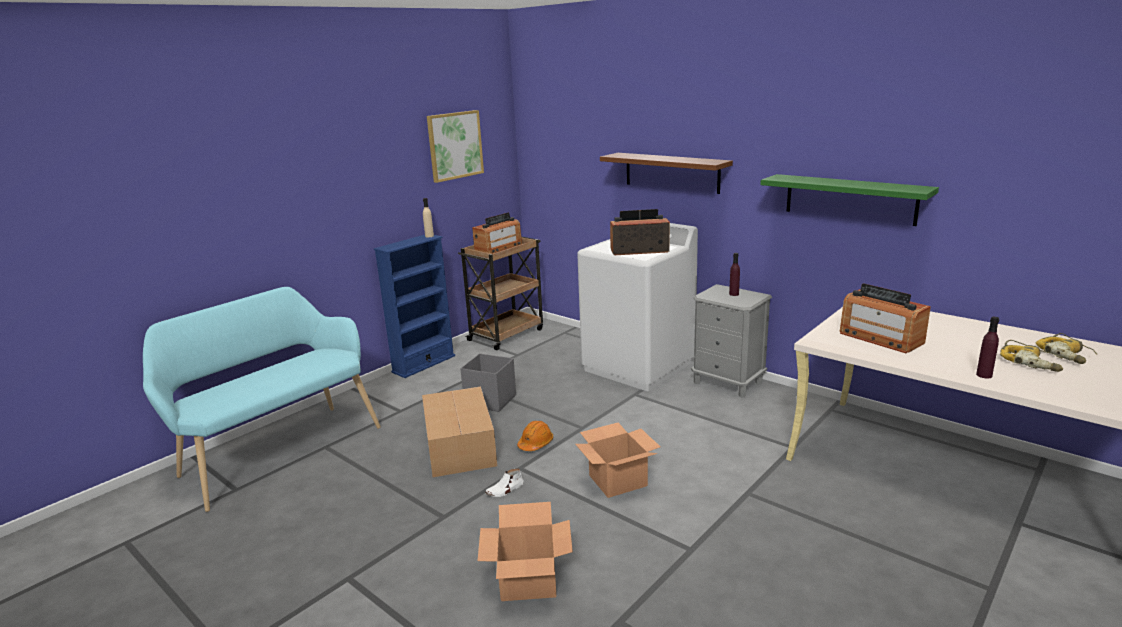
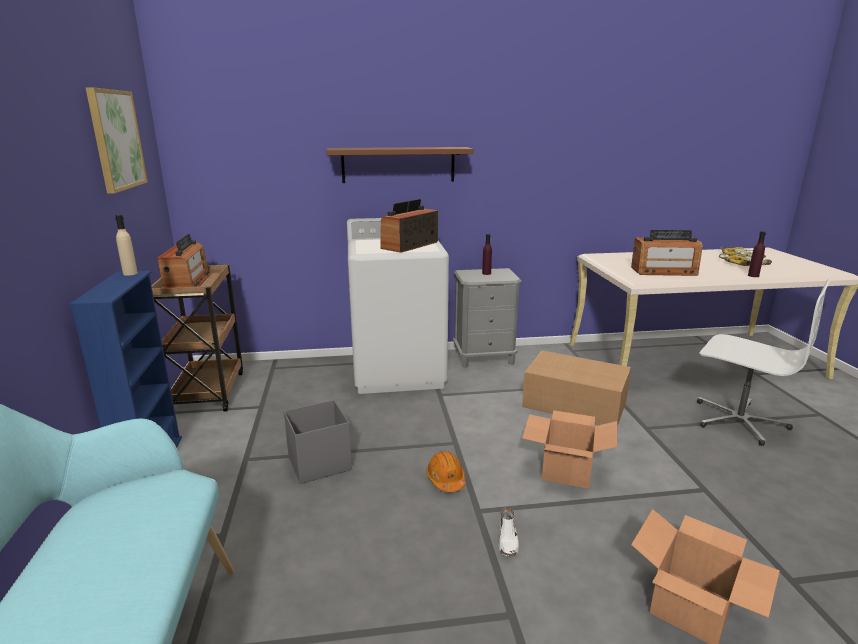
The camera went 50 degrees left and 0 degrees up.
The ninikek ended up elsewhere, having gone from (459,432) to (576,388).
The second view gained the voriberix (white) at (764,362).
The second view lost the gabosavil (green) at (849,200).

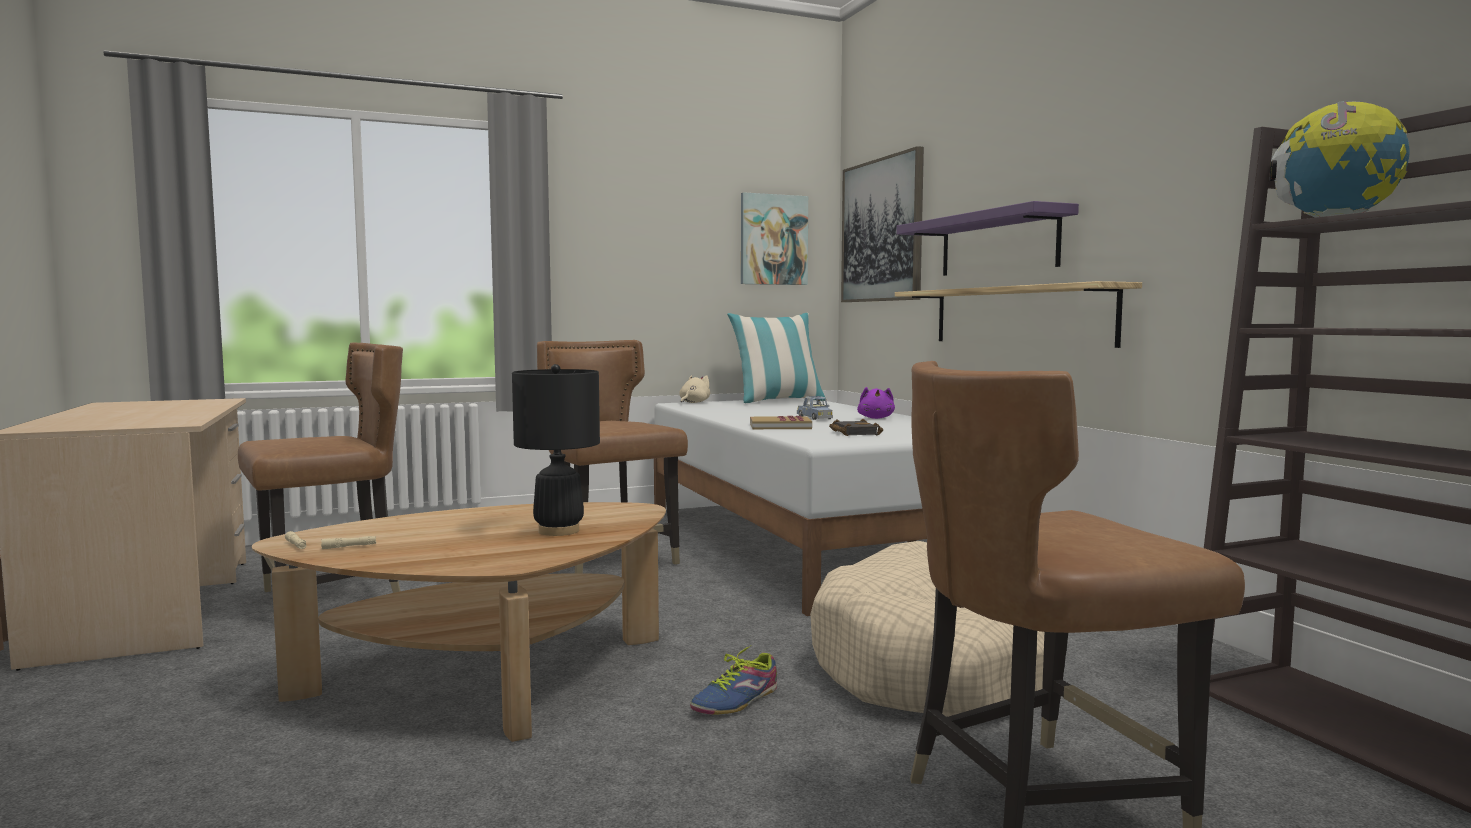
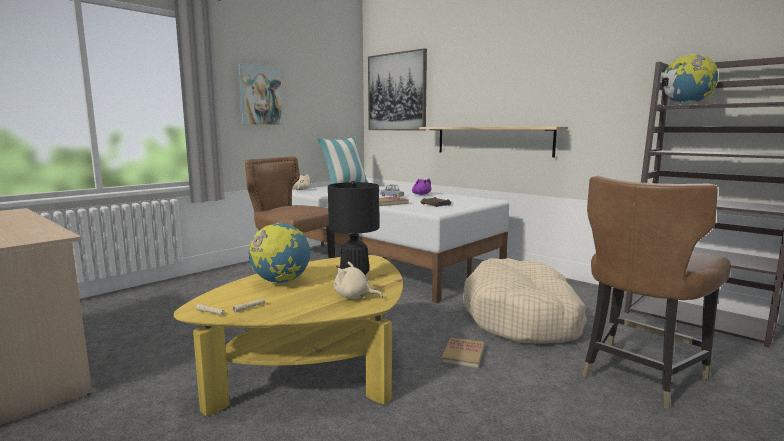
The camera went 25 degrees left and 5 degrees up.
What was the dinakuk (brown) at (459,622) turned into the dinakuk (yellow) at (288,335).
The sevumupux ended up elsewhere, having gone from (774,238) to (260,94).
The second view gained the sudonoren at (279,253).
The second view gained the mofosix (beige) at (358,280).
Where the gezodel stood at (733,680), the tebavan came to stand at (462,353).
The second view lost the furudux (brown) at (320,467).
The second view lost the gabosavil (purple) at (987,238).

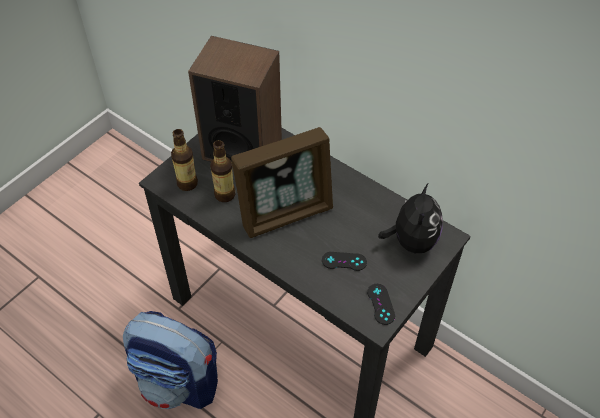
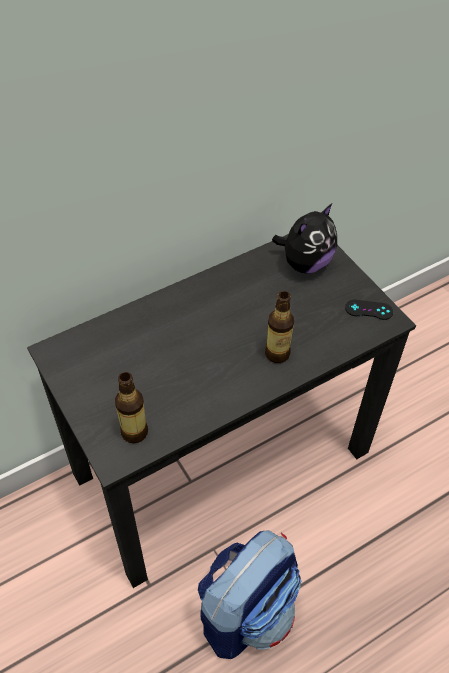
The camera went 70 degrees left and 0 degrees up.
The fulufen ended up elsewhere, having gone from (222,171) to (279,327).
The mofosix at (410,218) ended up facing another way, 105 degrees clockwise from before.
The second view lost the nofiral at (235,102).
The second view lost the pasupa at (282,182).
The second view lost the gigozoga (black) at (344,261).

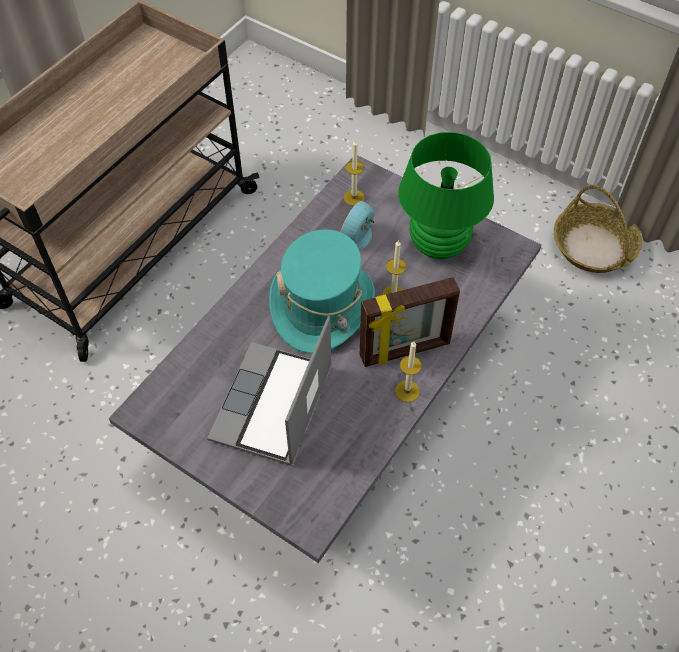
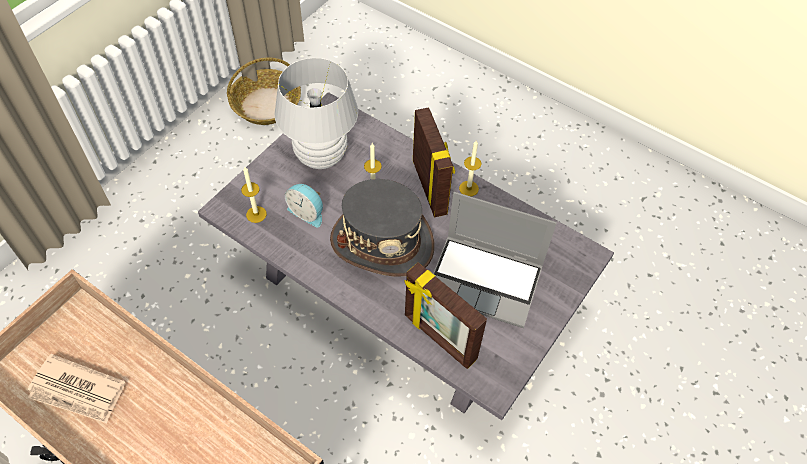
The camera went 90 degrees left and 0 degrees up.
The second view gained the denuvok at (76,388).
What was the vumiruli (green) at (446,195) turned into the vumiruli (white) at (316,113).
What was the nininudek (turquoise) at (322,292) turned into the nininudek (grey) at (382,228).
The second view gained the pasupa at (446,315).

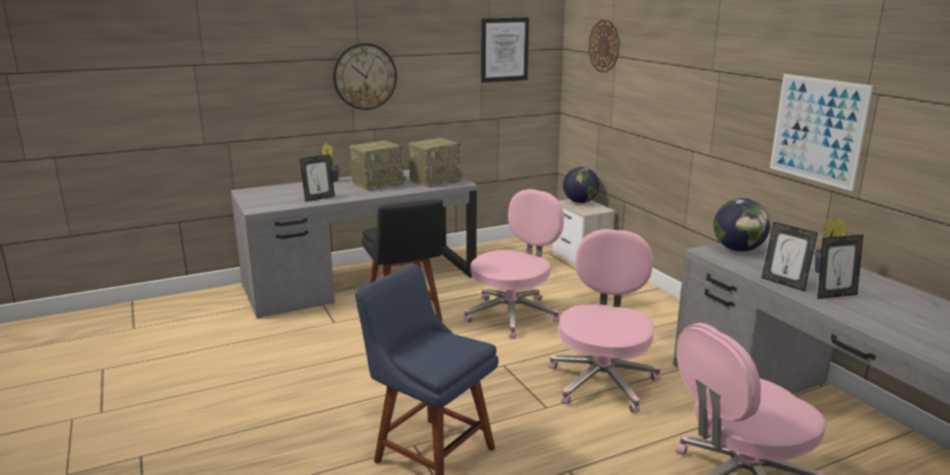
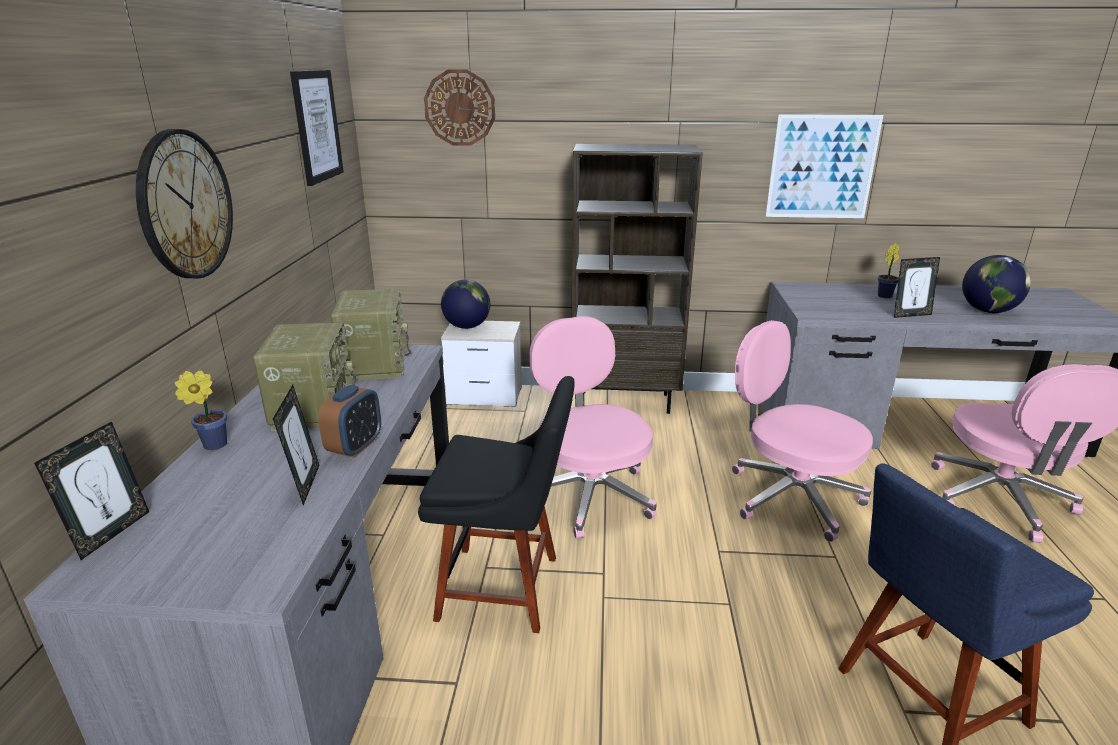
The camera went 60 degrees left and 5 degrees up.
The pasupa ended up elsewhere, having gone from (840,267) to (91,490).
The second view gained the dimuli at (349,421).
The second view gained the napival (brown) at (637,279).
The sudonoren ended up elsewhere, having gone from (742,225) to (996,284).

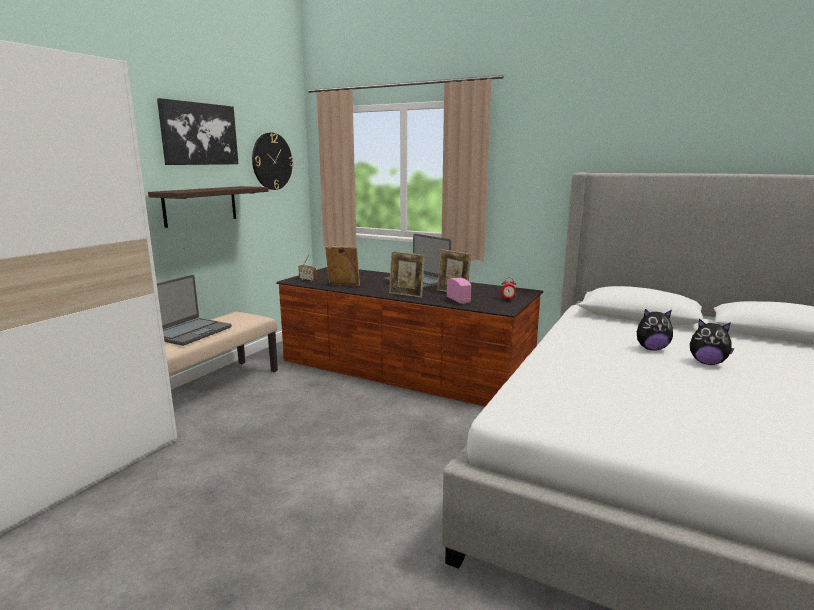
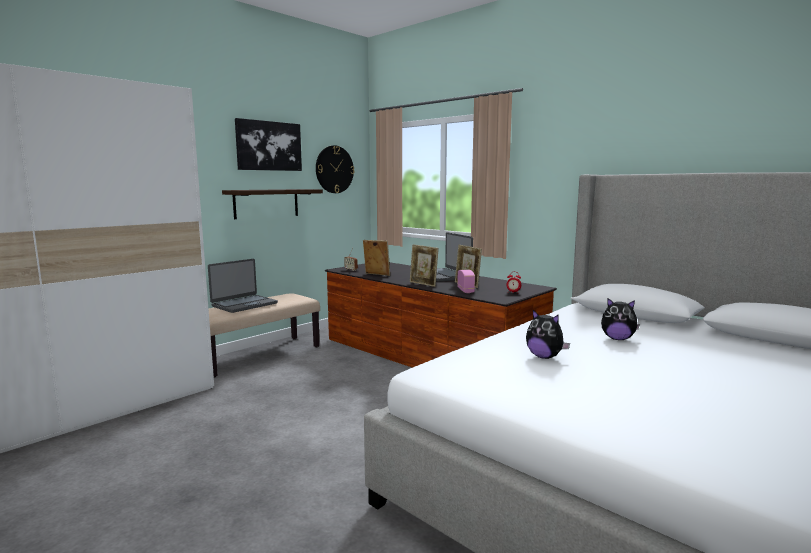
The camera went 15 degrees right and 5 degrees down.
The mofosix ended up elsewhere, having gone from (712,342) to (548,334).

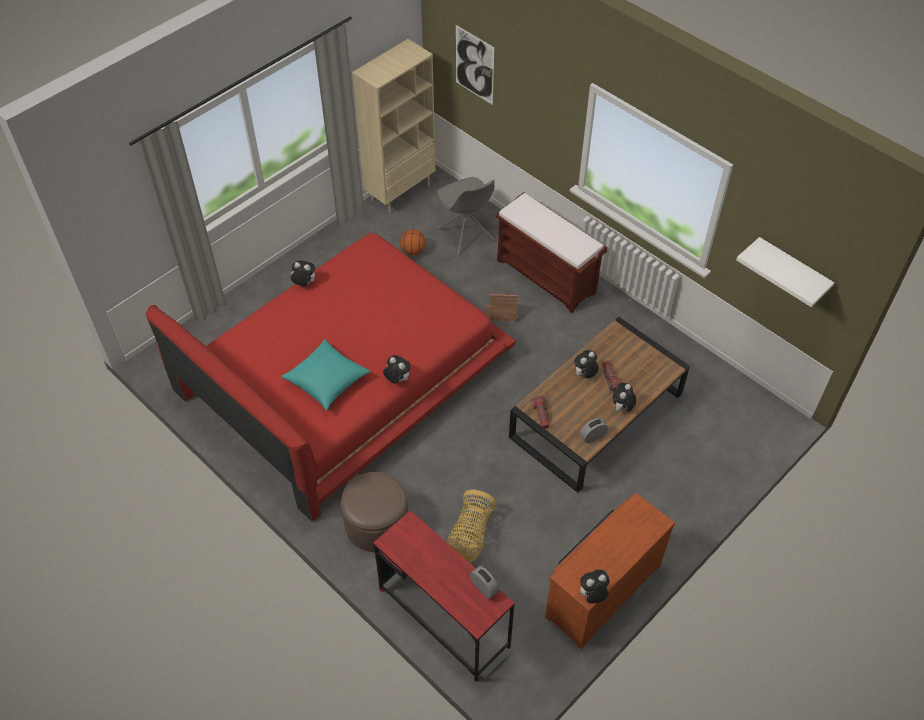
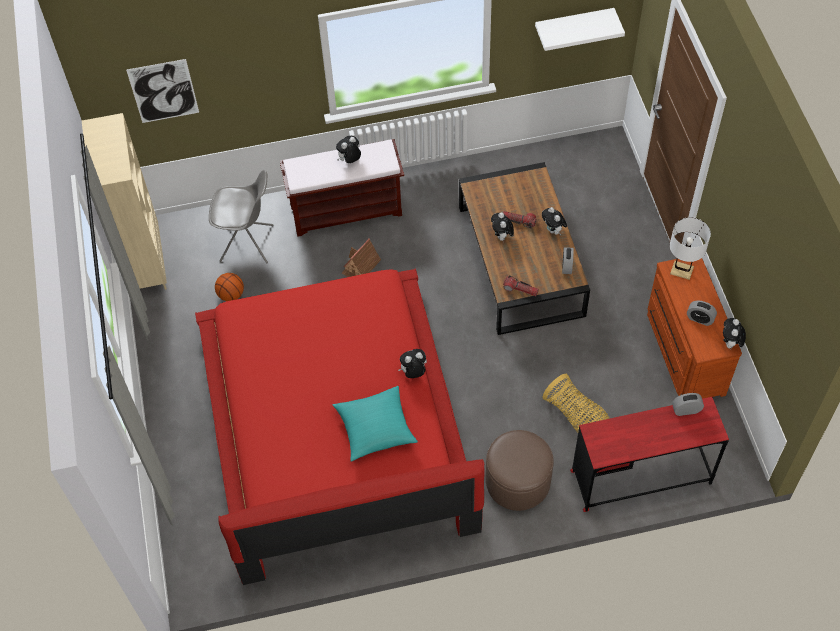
The camera went 55 degrees left and 5 degrees up.
The mofosix ended up elsewhere, having gone from (302,273) to (348,149).
The second view gained the vumiruli (white) at (690,248).
The second view gained the dimuli at (702,313).

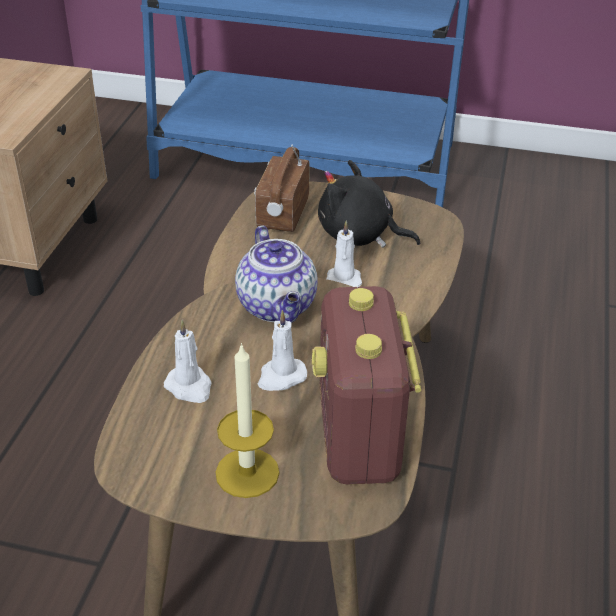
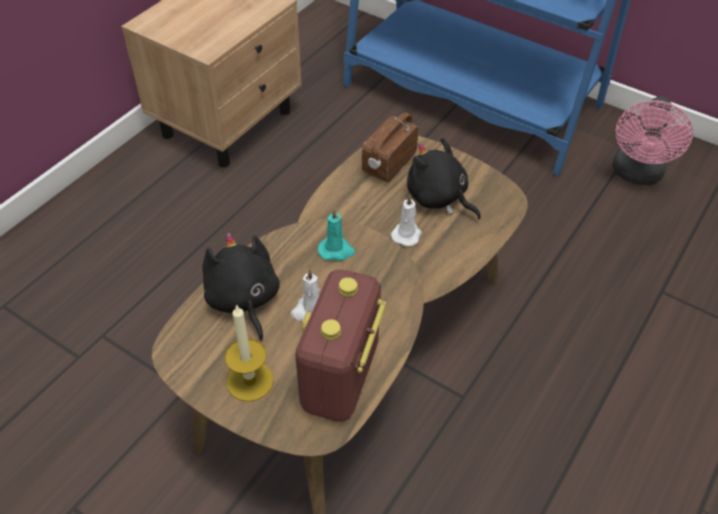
The camera went 20 degrees right and 10 degrees up.
Where the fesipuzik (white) stood at (188,361), the mofosix (black) came to stand at (241,287).
Where the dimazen stood at (276,274), the fesipuzik (turquoise) came to stand at (337,234).
The second view gained the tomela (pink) at (653,141).

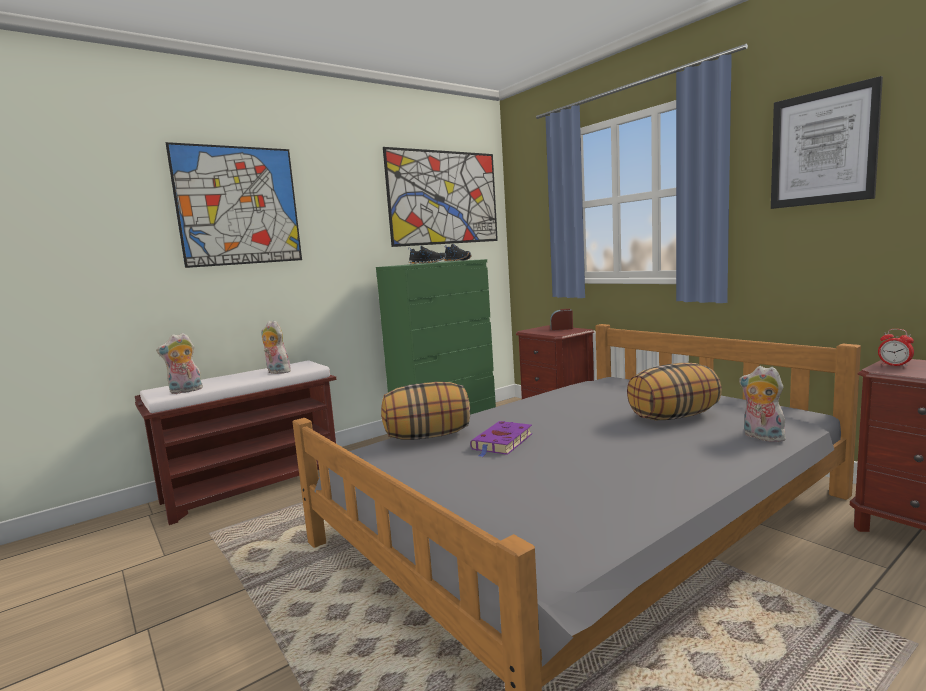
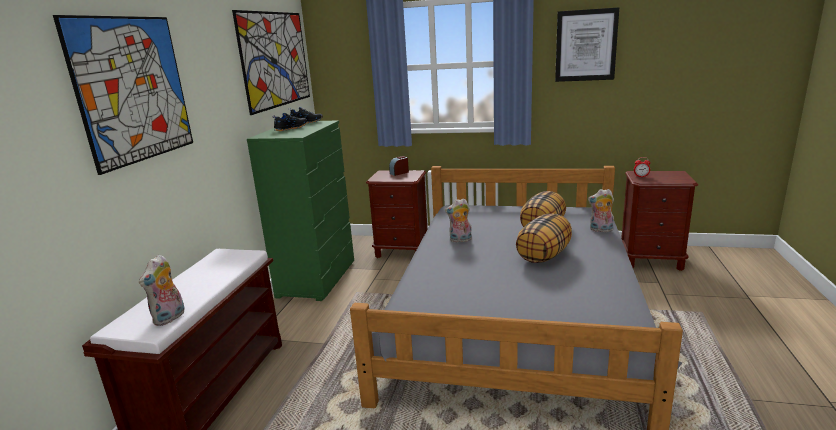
The camera went 40 degrees left and 10 degrees up.
The mofosix ended up elsewhere, having gone from (276,347) to (458,220).
The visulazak ended up elsewhere, having gone from (425,411) to (544,238).
The second view lost the tebavan (purple) at (501,439).

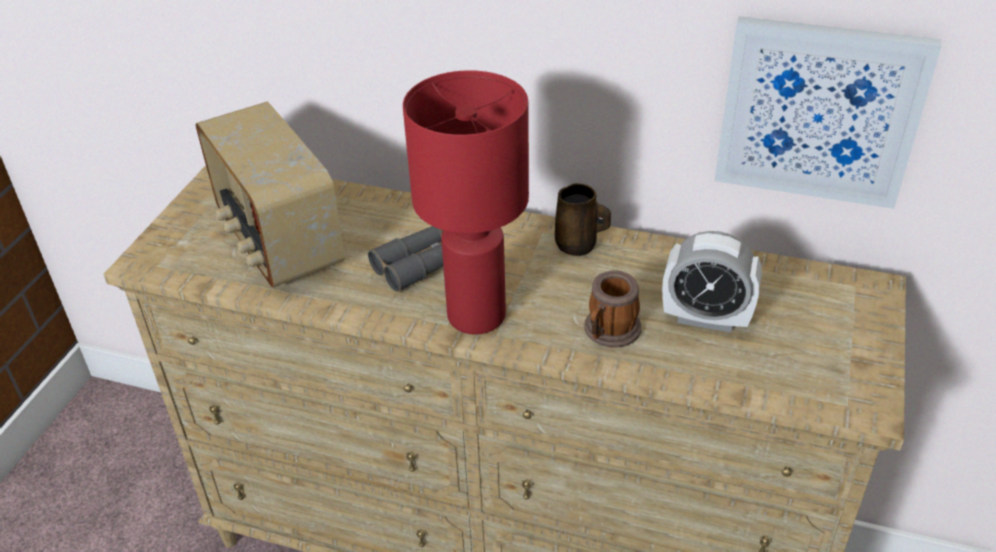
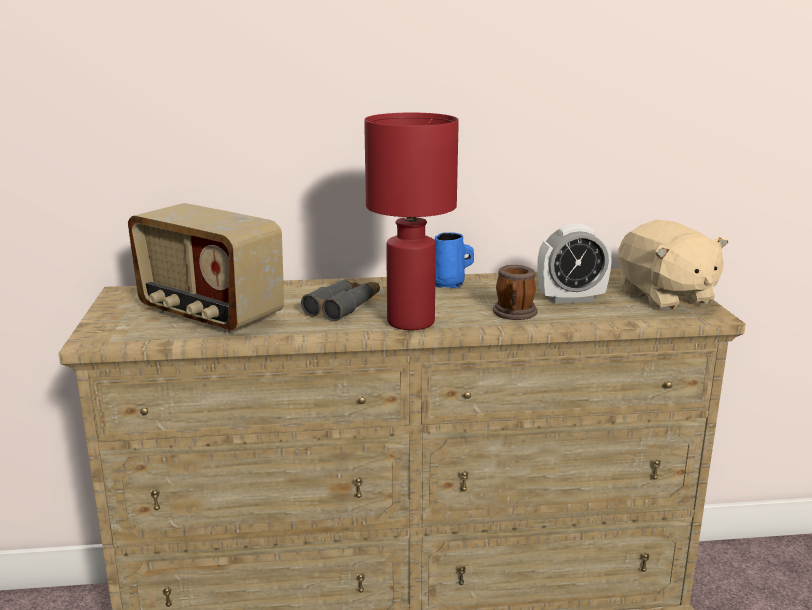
The camera went 25 degrees left and 20 degrees down.
What was the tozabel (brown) at (583,219) turned into the tozabel (blue) at (454,260).
The second view gained the mofosix (beige) at (673,265).
The second view lost the sevumupux at (827,112).

